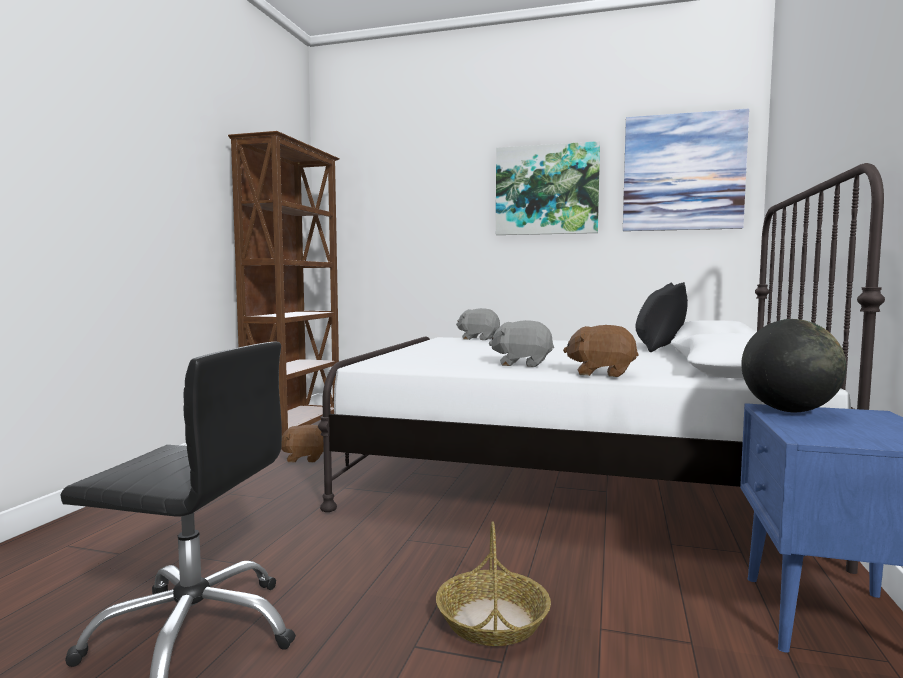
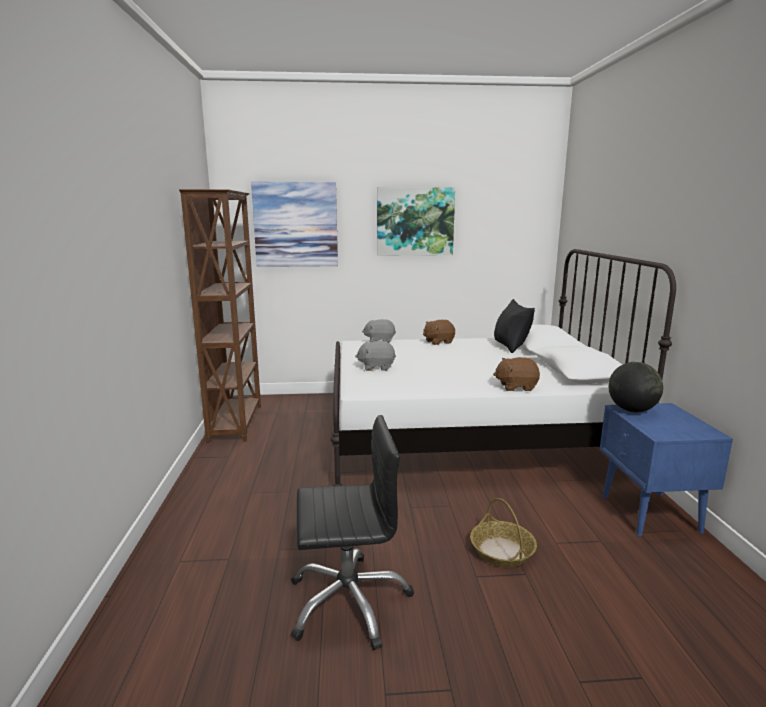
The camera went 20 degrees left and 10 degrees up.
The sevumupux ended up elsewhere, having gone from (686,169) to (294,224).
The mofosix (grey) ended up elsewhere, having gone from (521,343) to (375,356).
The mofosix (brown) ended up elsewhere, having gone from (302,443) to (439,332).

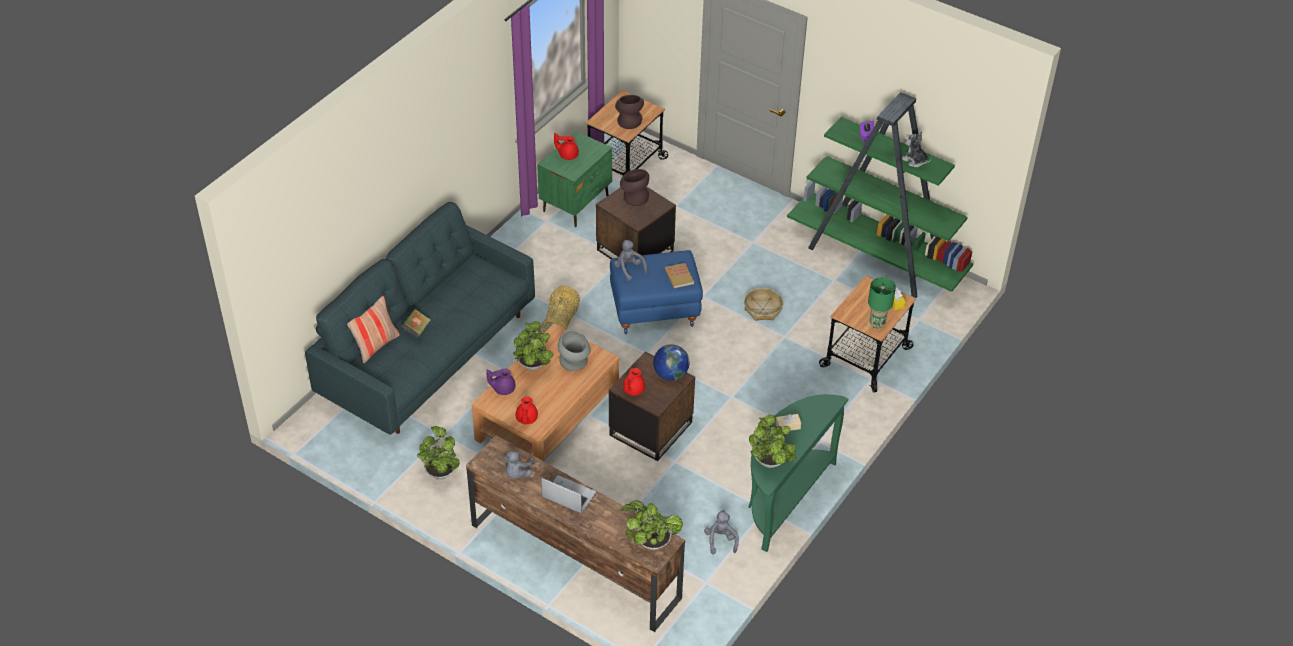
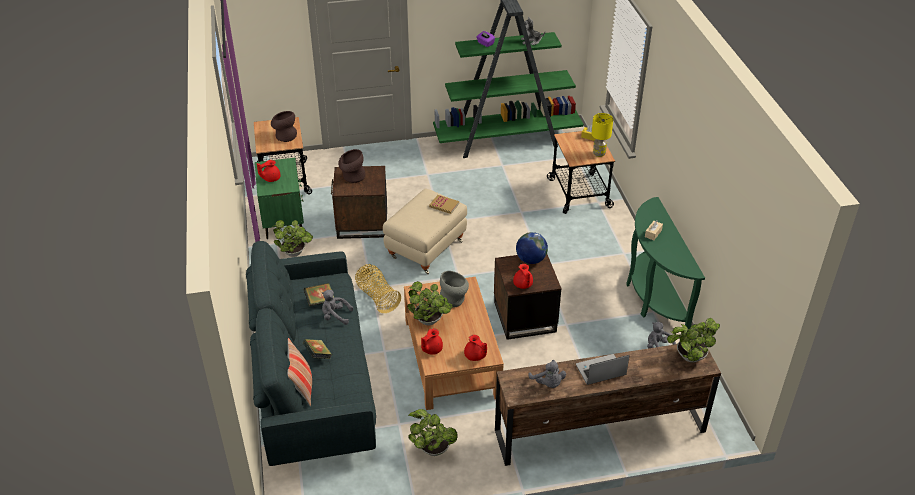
The camera went 45 degrees left and 5 degrees down.
The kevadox ended up elsewhere, having gone from (772,441) to (293,238).
The second view gained the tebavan at (319,294).
The mofosix (grey) ended up elsewhere, having gone from (631,260) to (337,307).
What was the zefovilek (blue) at (656,292) turned into the zefovilek (beige) at (425,231).
What was the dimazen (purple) at (500,381) turned into the dimazen (red) at (432,341).
What was the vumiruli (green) at (882,302) turned into the vumiruli (yellow) at (602,135).
The second view lost the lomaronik at (763,304).

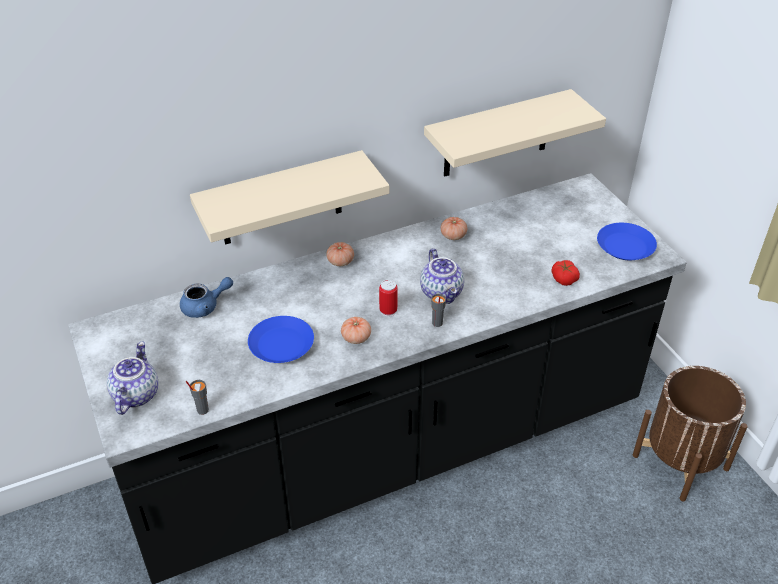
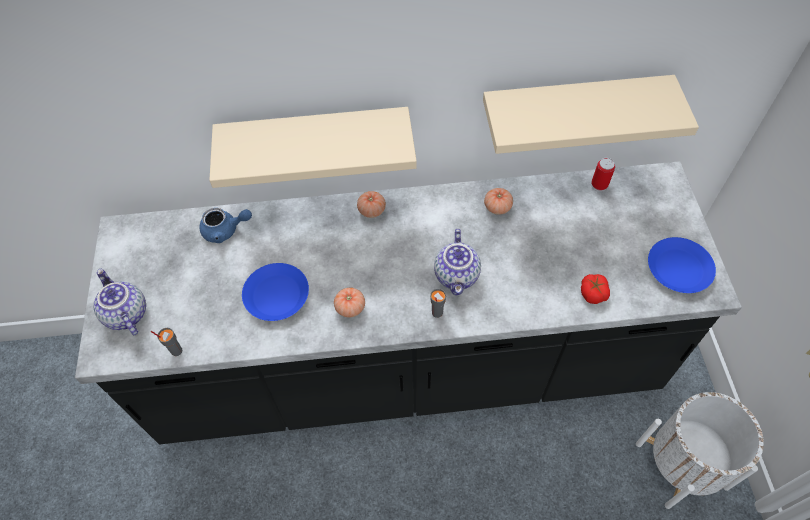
The camera went 20 degrees right and 15 degrees up.
The dimazen at (132,378) ended up facing another way, 60 degrees counterclockwise from before.
The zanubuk ended up elsewhere, having gone from (388,298) to (603,175).
What was the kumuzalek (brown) at (690,433) turned into the kumuzalek (white) at (700,450).

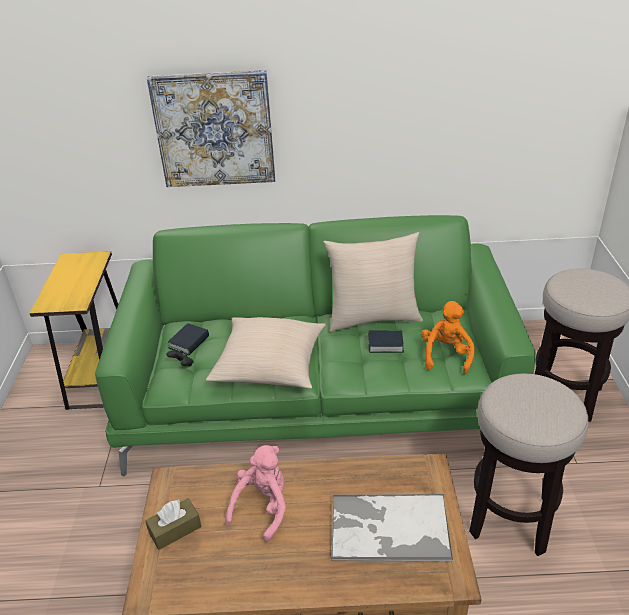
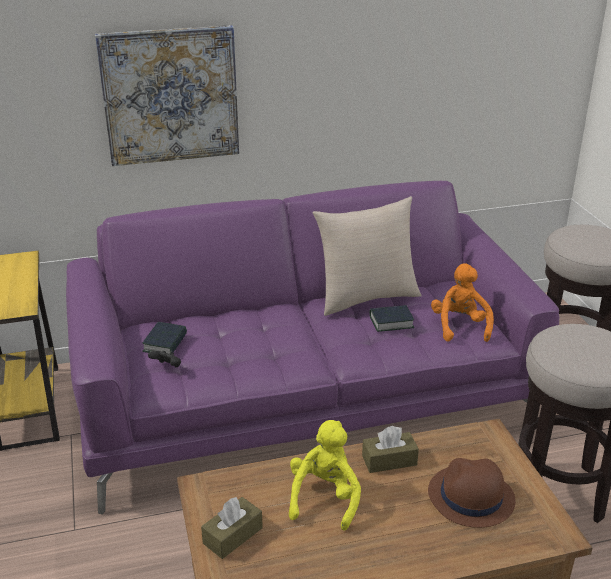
The camera went 15 degrees left and 5 degrees down.
What was the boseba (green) at (315,346) turned into the boseba (purple) at (312,347).
What was the mofosix (pink) at (255,493) turned into the mofosix (yellow) at (325,475).
The second view gained the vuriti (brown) at (390,449).
Where the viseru stood at (392,528), the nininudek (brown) came to stand at (472,493).
The second view lost the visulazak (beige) at (266,353).

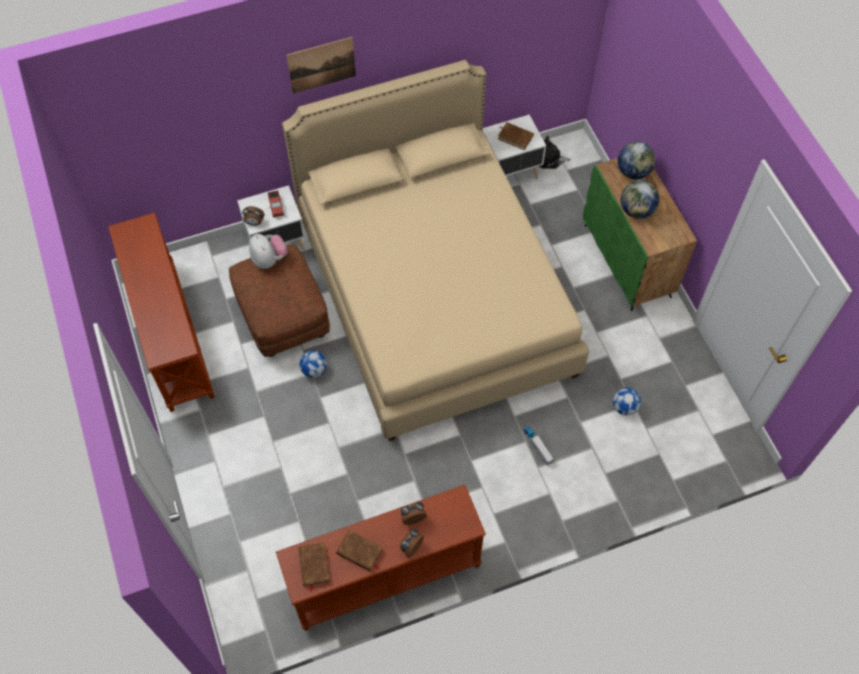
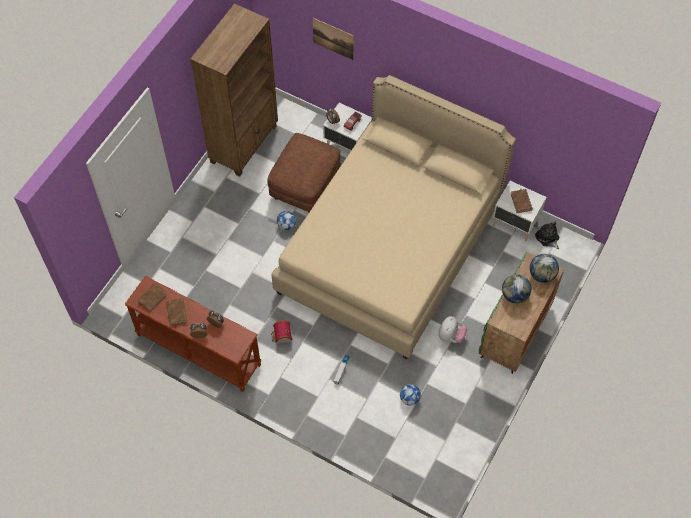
The camera went 50 degrees right and 0 degrees up.
Where the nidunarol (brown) stood at (161,312), the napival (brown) came to stand at (234,90).
The second view gained the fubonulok at (282,332).
The sevumupux ended up elsewhere, having gone from (321,65) to (333,39).
The mofosix ended up elsewhere, having gone from (268,251) to (453,329).

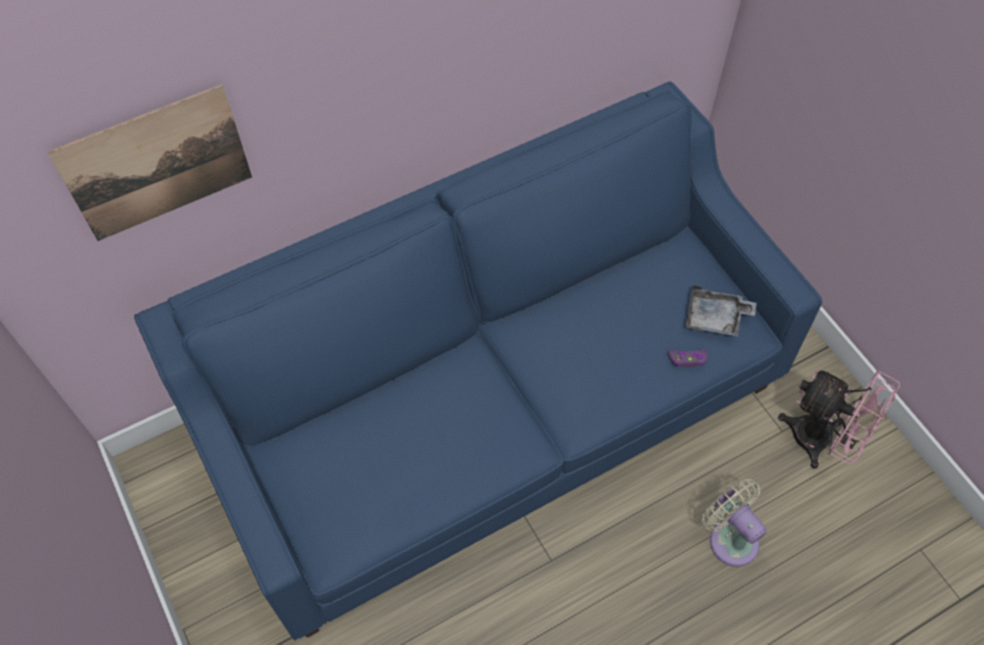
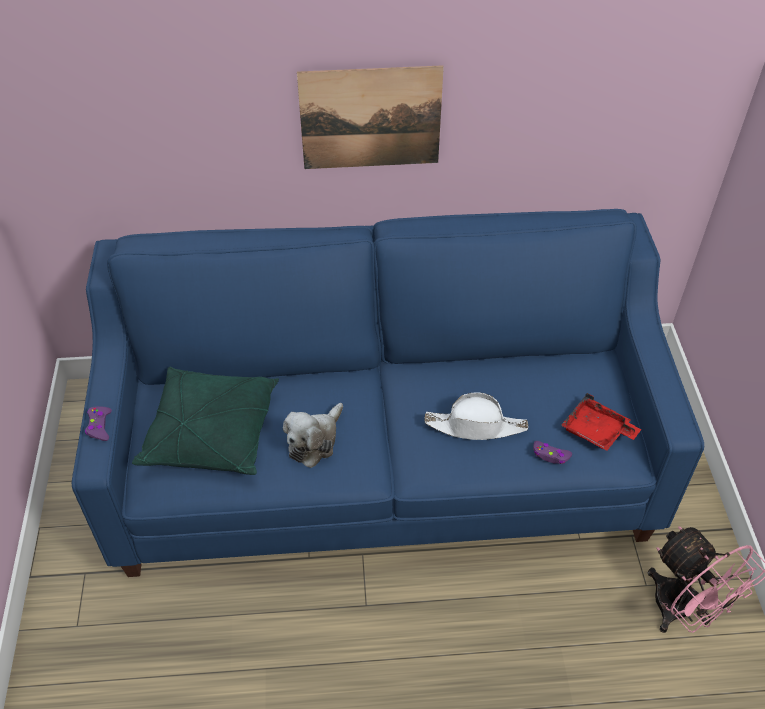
The camera went 25 degrees right and 10 degrees down.
The second view gained the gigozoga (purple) at (98,423).
The second view gained the visulazak (green) at (205,421).
The second view gained the mofosix at (313,435).
The sevumupux ended up elsewhere, having gone from (149,162) to (370,117).
The second view gained the nininudek (white) at (476,416).
What was the viseru (grey) at (721,311) turned into the viseru (red) at (601,422).
The second view lost the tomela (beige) at (734,523).

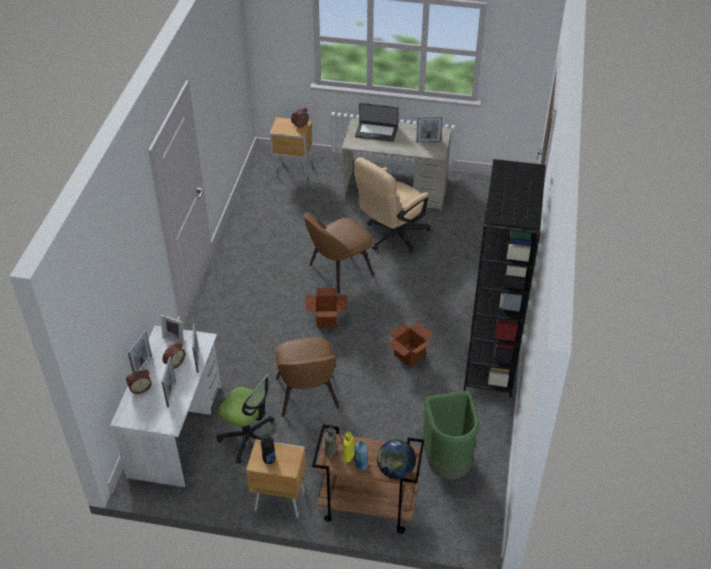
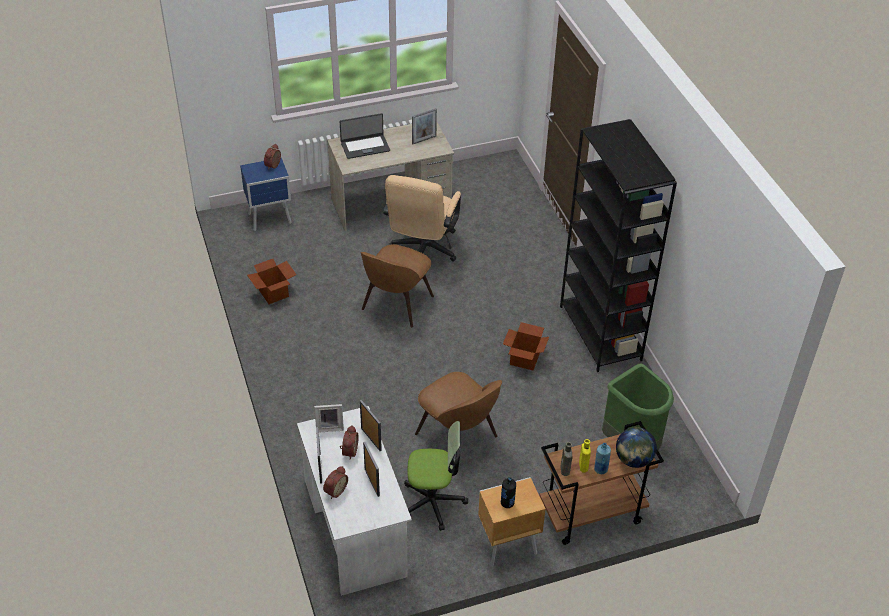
The camera went 30 degrees left and 0 degrees up.
What was the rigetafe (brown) at (291,148) turned into the rigetafe (blue) at (266,194).
The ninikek ended up elsewhere, having gone from (326,308) to (272,281).

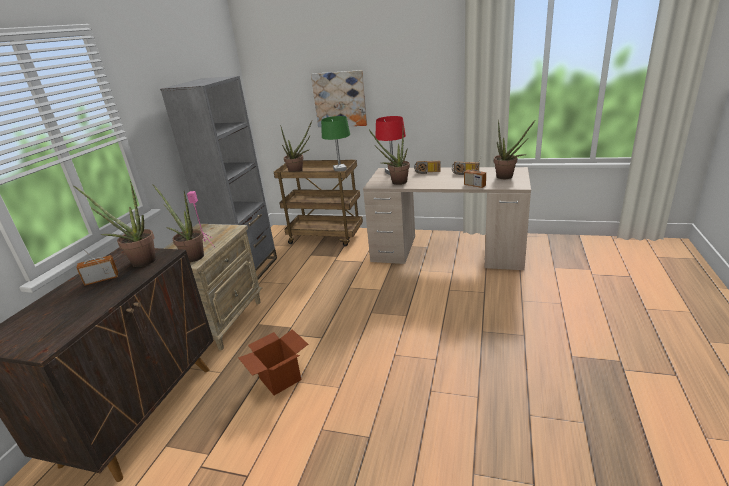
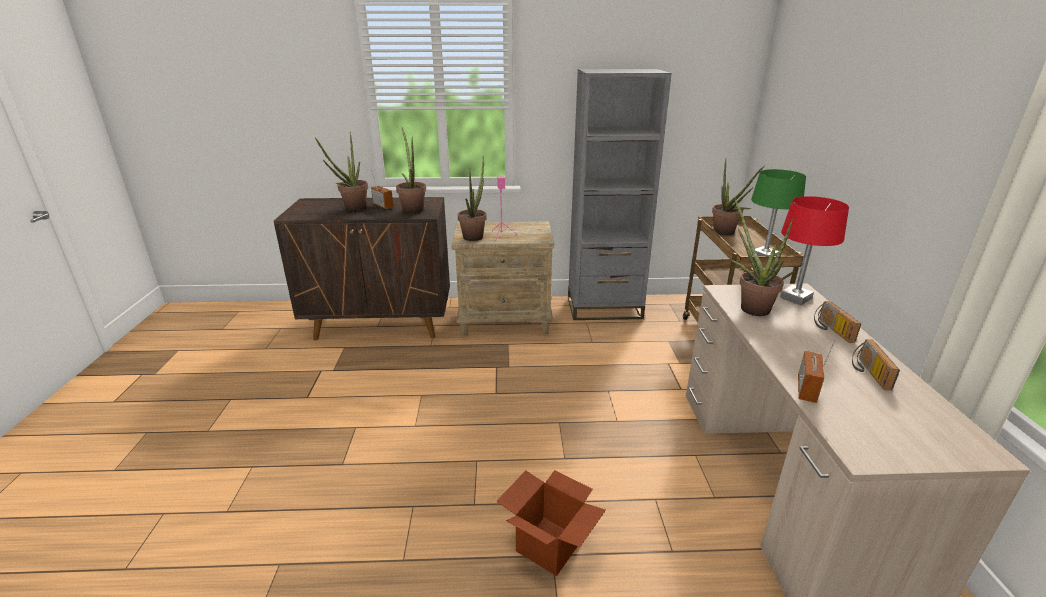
The camera went 70 degrees right and 0 degrees up.
The kevadox ended up elsewhere, having gone from (514,149) to (341,171).
The ninikek ended up elsewhere, having gone from (273,362) to (551,523).
The second view lost the sevumupux at (339,98).

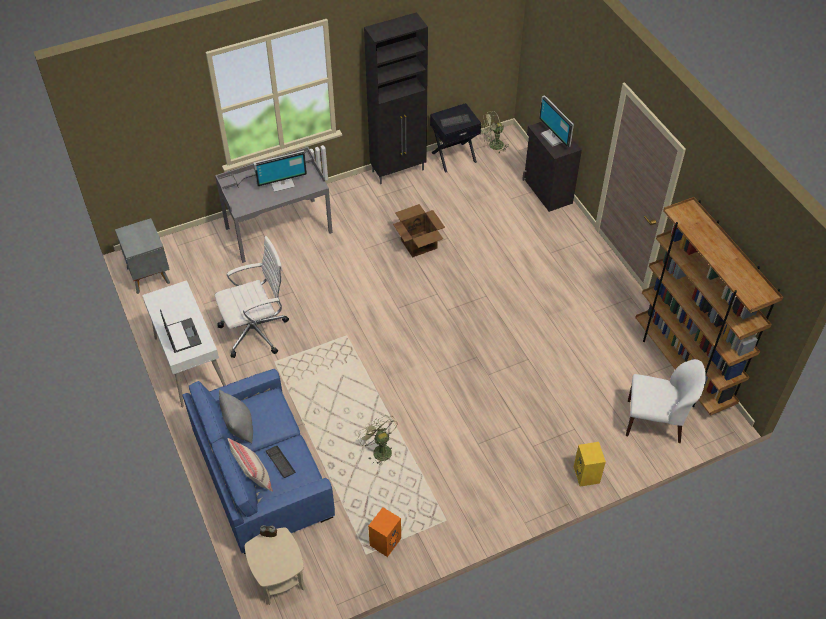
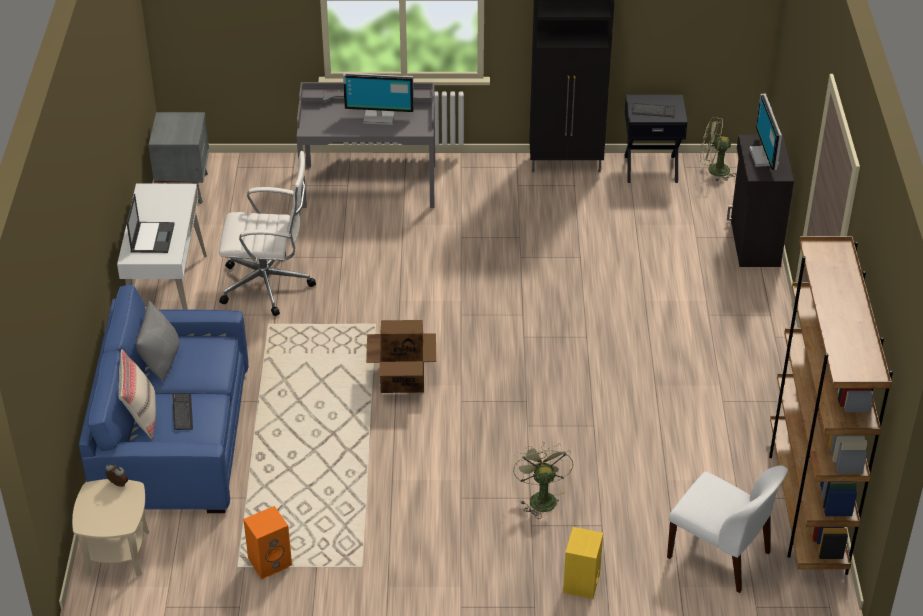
The camera went 25 degrees right and 10 degrees down.
The ninikek ended up elsewhere, having gone from (419,231) to (401,356).
The tomela (green) ended up elsewhere, having gone from (377,440) to (543,480).

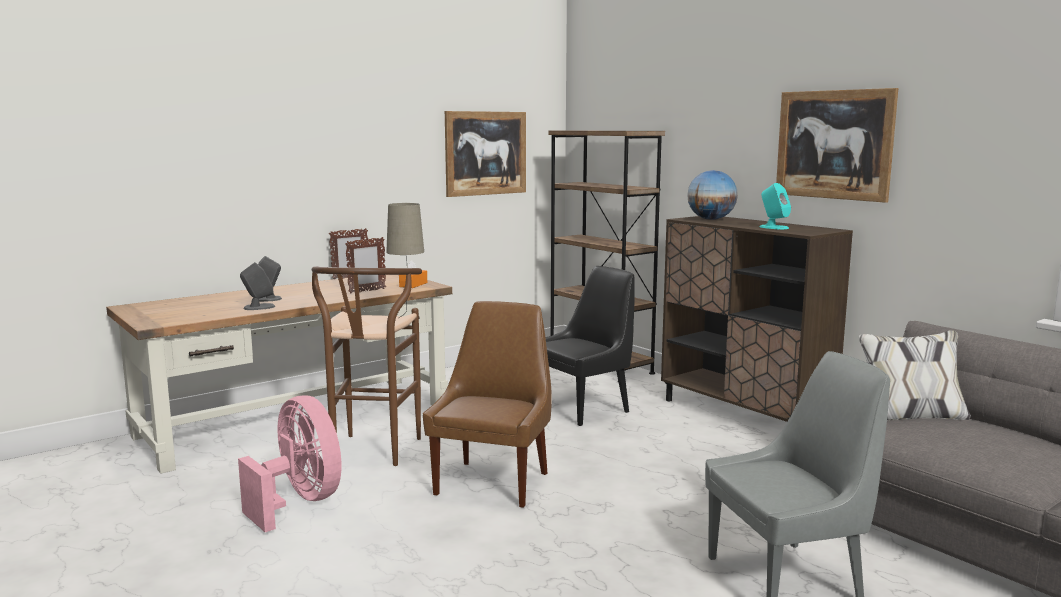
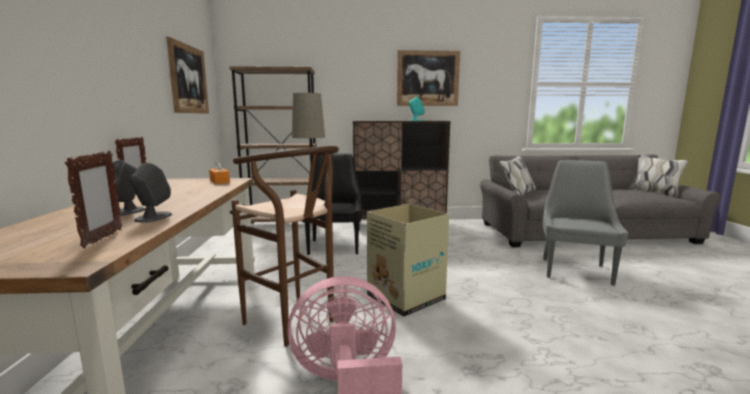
The camera went 55 degrees left and 0 degrees up.
The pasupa ended up elsewhere, having gone from (365,265) to (94,199).
Where the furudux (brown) stood at (487,404), the ninikek came to stand at (408,260).
The second view lost the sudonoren at (712,195).

